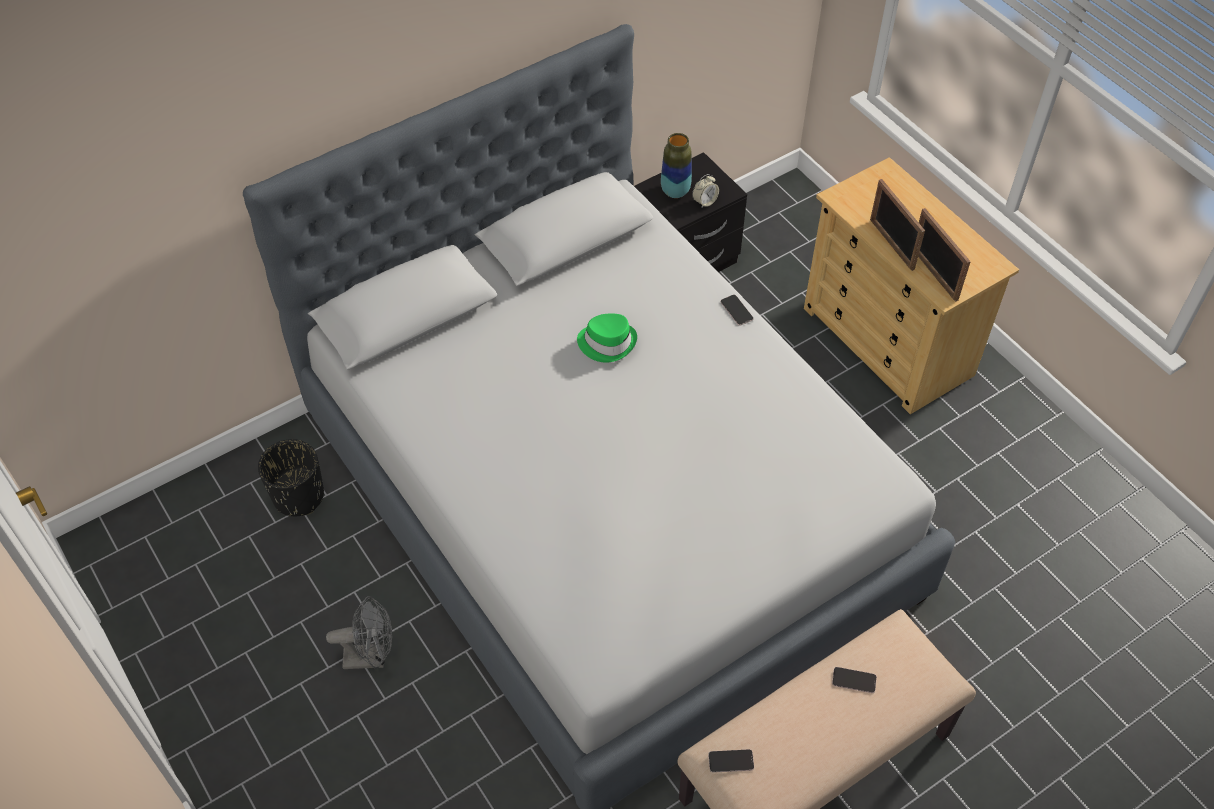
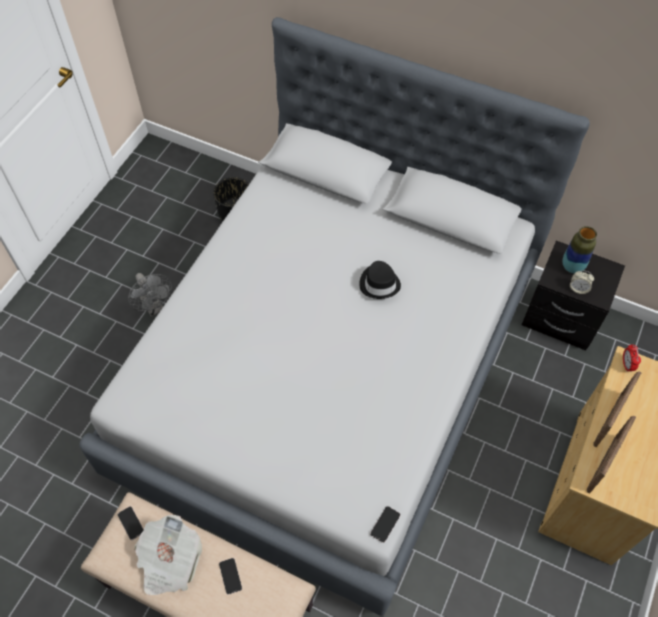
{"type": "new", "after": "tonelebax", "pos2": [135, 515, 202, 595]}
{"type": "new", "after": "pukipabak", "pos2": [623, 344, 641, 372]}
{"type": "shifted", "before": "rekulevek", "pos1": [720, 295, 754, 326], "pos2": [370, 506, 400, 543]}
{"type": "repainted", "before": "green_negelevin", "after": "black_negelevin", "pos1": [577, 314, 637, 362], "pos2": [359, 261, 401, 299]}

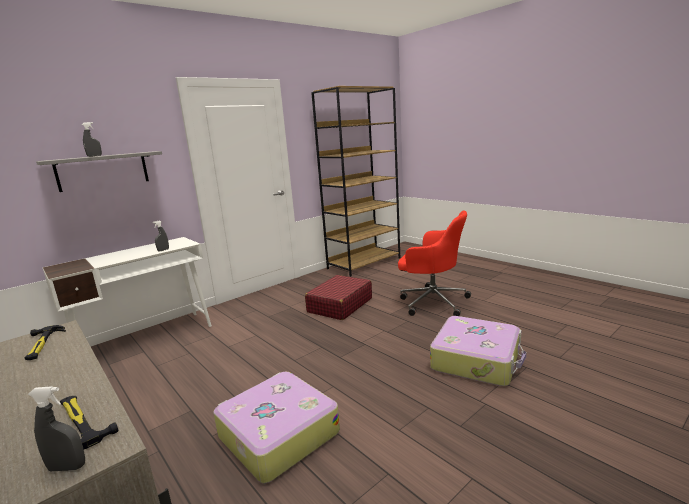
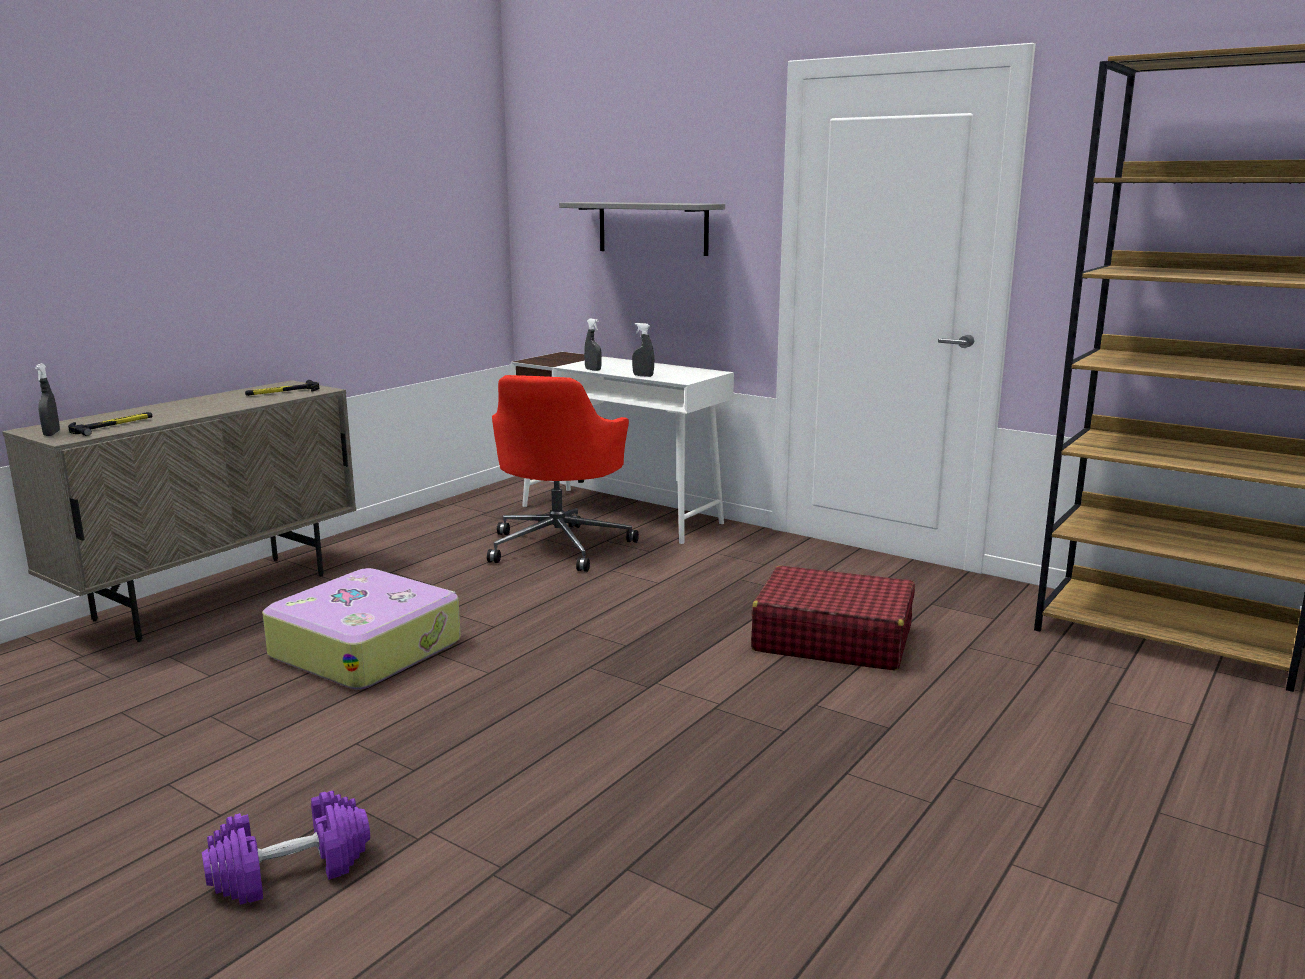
{"type": "gone", "before": "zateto", "pos1": [430, 316, 526, 386]}
{"type": "new", "after": "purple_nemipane", "pos2": [202, 791, 370, 905]}
{"type": "shifted", "before": "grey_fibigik", "pos1": [82, 122, 102, 157], "pos2": [584, 319, 602, 371]}
{"type": "shifted", "before": "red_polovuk", "pos1": [398, 211, 471, 316], "pos2": [487, 375, 639, 572]}

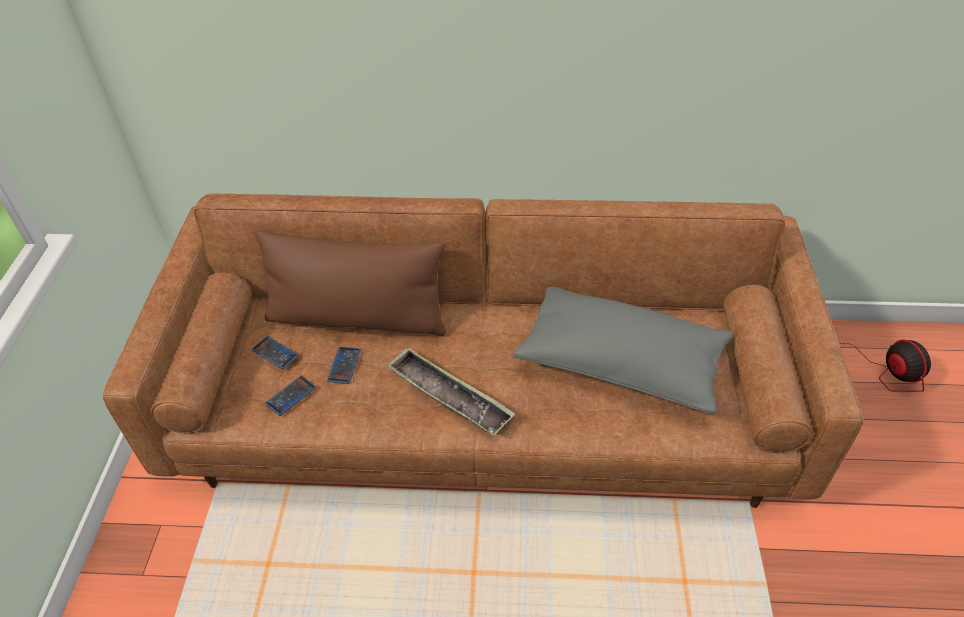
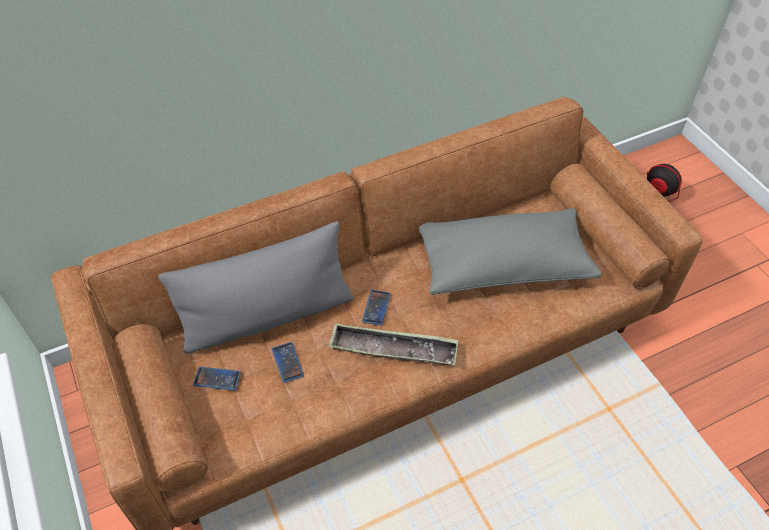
{"type": "shifted", "before": "rekulevek", "pos1": [265, 375, 316, 416], "pos2": [362, 290, 390, 325]}
{"type": "repainted", "before": "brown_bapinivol", "after": "grey_bapinivol", "pos1": [255, 230, 446, 336], "pos2": [159, 222, 354, 354]}

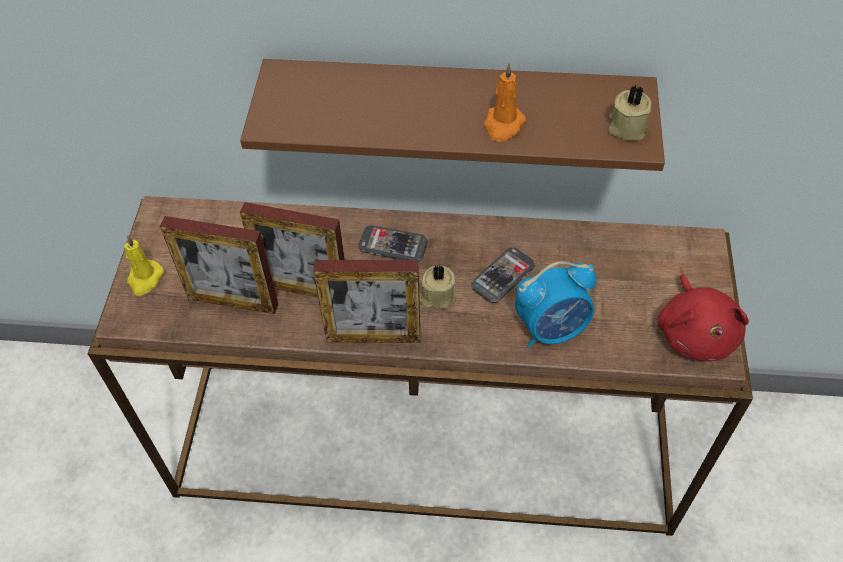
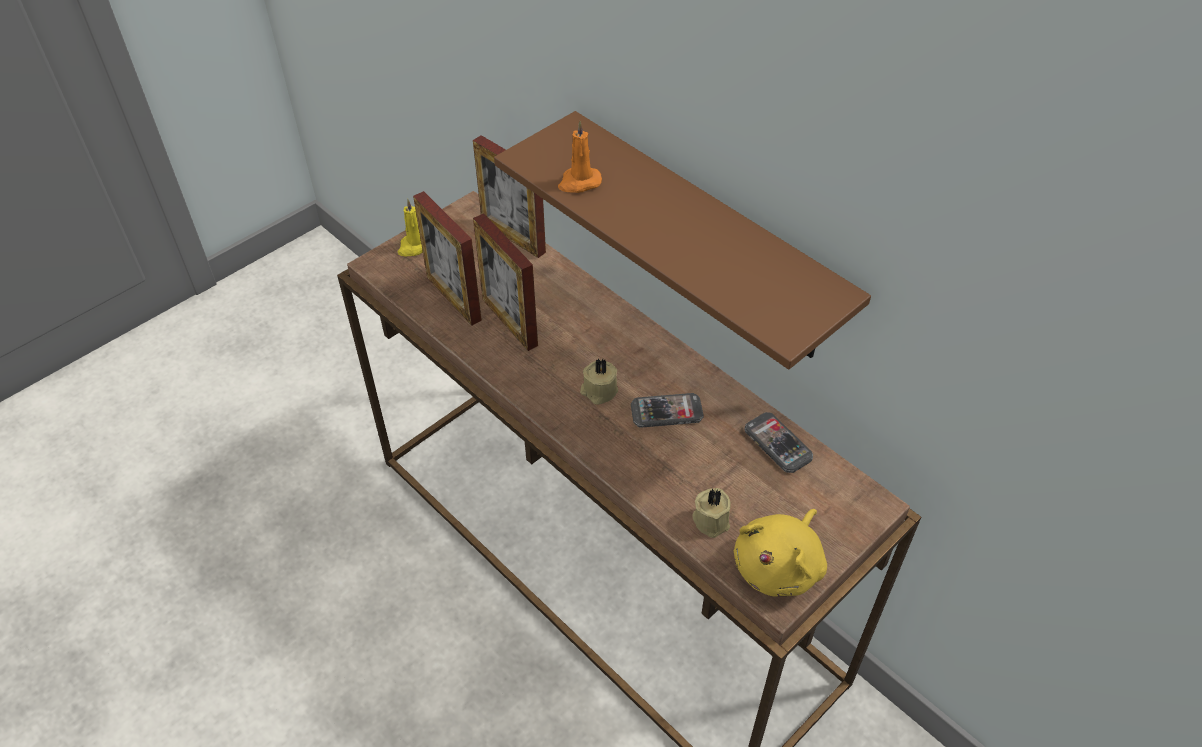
{"type": "gone", "before": "pukipabak", "pos1": [515, 261, 596, 348]}
{"type": "shifted", "before": "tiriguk", "pos1": [313, 260, 420, 343], "pos2": [473, 135, 546, 258]}
{"type": "shifted", "before": "rekulevek", "pos1": [358, 225, 428, 262], "pos2": [744, 412, 813, 473]}
{"type": "shifted", "before": "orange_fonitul", "pos1": [484, 63, 526, 142], "pos2": [558, 121, 602, 193]}
{"type": "shifted", "before": "beige_fonitul", "pos1": [608, 85, 652, 141], "pos2": [693, 488, 731, 538]}
{"type": "repainted", "before": "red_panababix", "after": "yellow_panababix", "pos1": [658, 274, 749, 362], "pos2": [734, 509, 827, 596]}

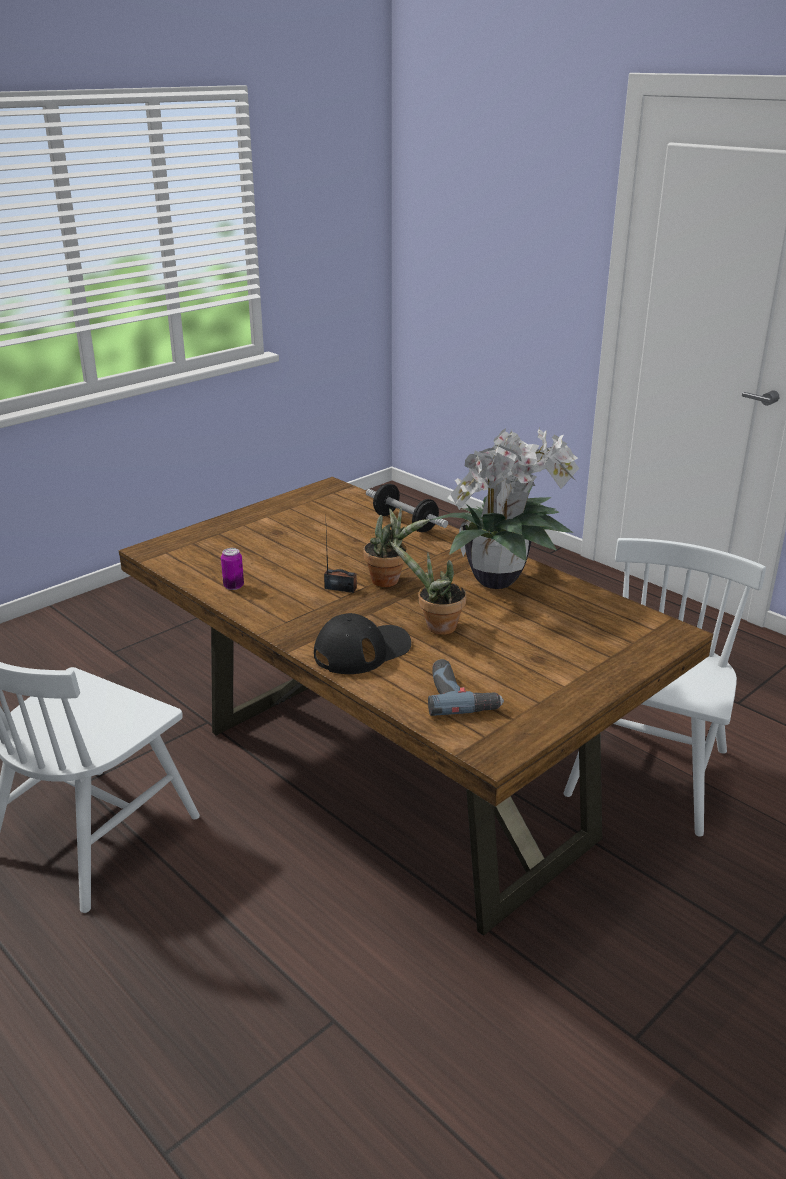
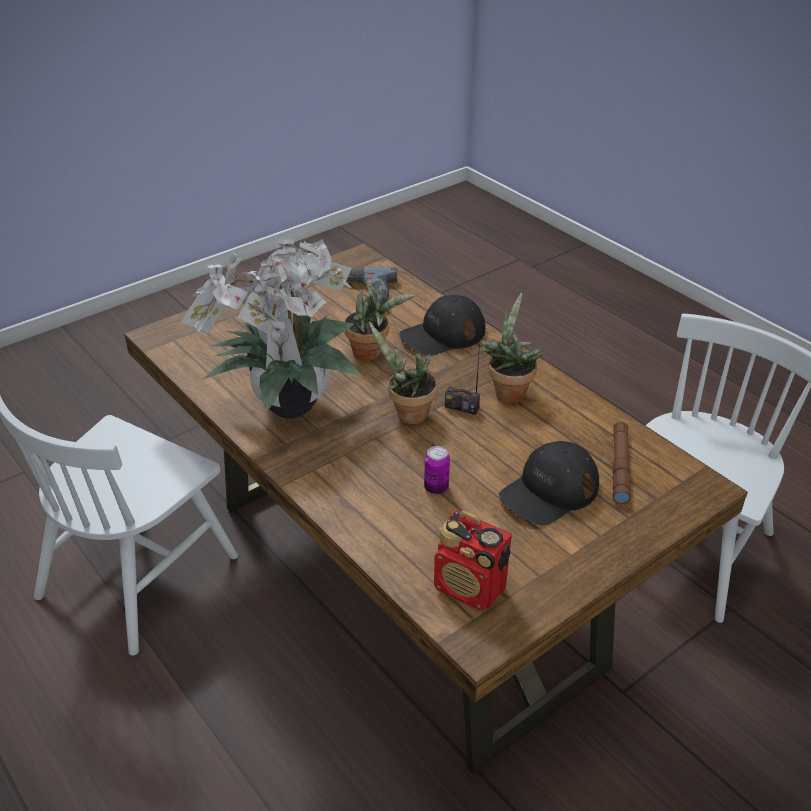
{"type": "gone", "before": "nemipane", "pos1": [366, 484, 448, 532]}
{"type": "new", "after": "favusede", "pos2": [434, 510, 512, 610]}
{"type": "new", "after": "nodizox", "pos2": [480, 293, 542, 404]}
{"type": "new", "after": "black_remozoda", "pos2": [499, 441, 599, 525]}
{"type": "new", "after": "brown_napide", "pos2": [613, 422, 631, 504]}
{"type": "shifted", "before": "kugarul", "pos1": [221, 548, 244, 590], "pos2": [424, 446, 450, 494]}

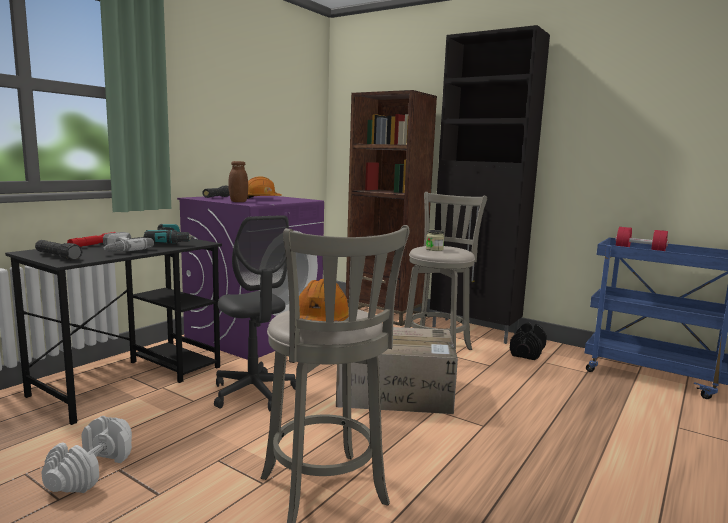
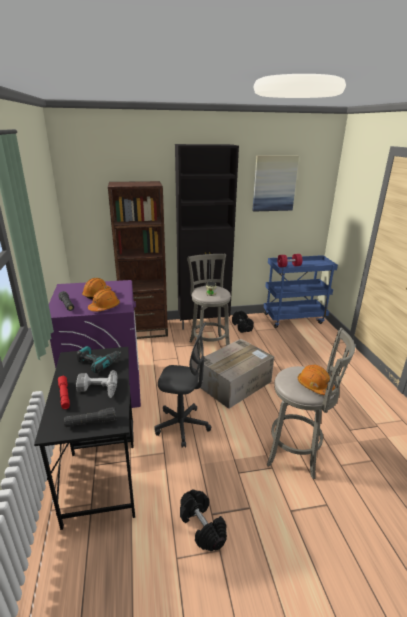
{"type": "new", "after": "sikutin", "pos2": [252, 156, 299, 212]}
{"type": "swapped", "before": "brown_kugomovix", "after": "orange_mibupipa", "pos1": [228, 161, 248, 202], "pos2": [88, 289, 120, 312]}
{"type": "repainted", "before": "white_nemipane", "after": "black_nemipane", "pos1": [41, 416, 132, 493], "pos2": [180, 489, 227, 552]}

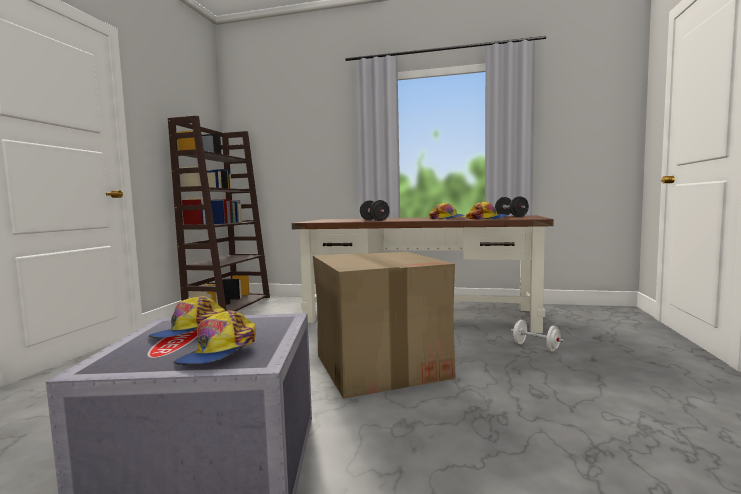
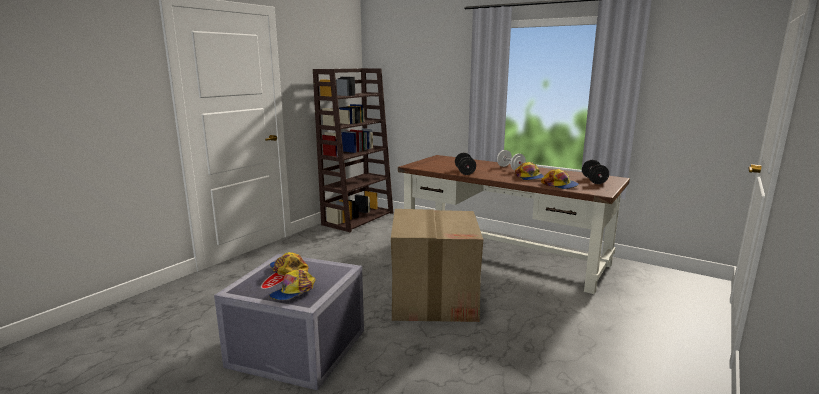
{"type": "shifted", "before": "white_nemipane", "pos1": [511, 320, 564, 352], "pos2": [497, 150, 526, 170]}
{"type": "rotated", "before": "remozoda", "pos1": [149, 296, 225, 338], "pos2": [270, 252, 309, 275], "turn": 90}

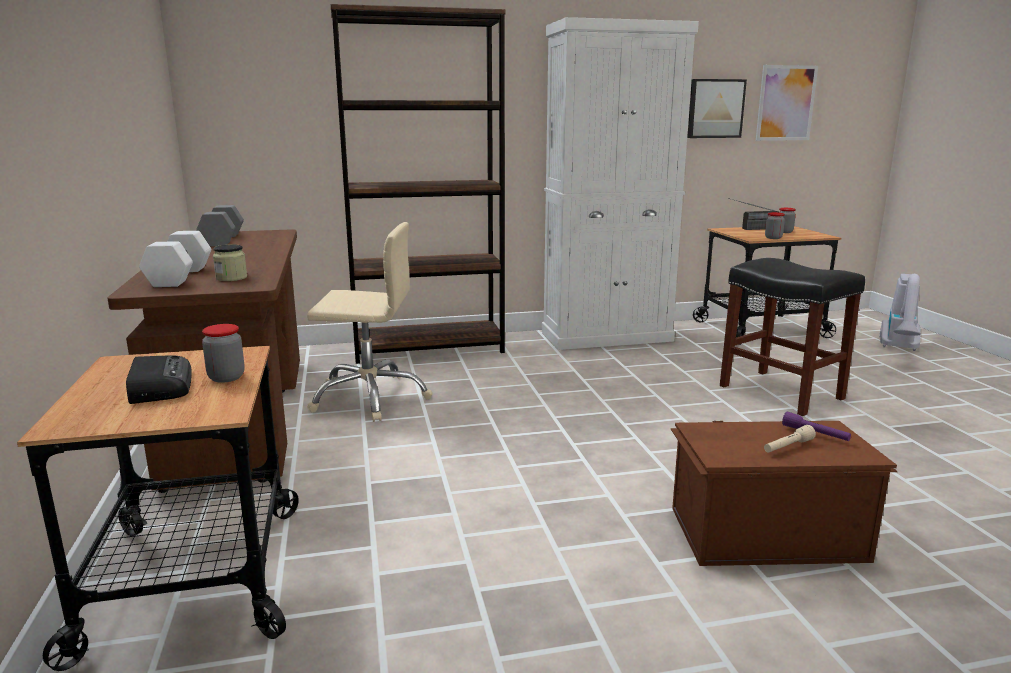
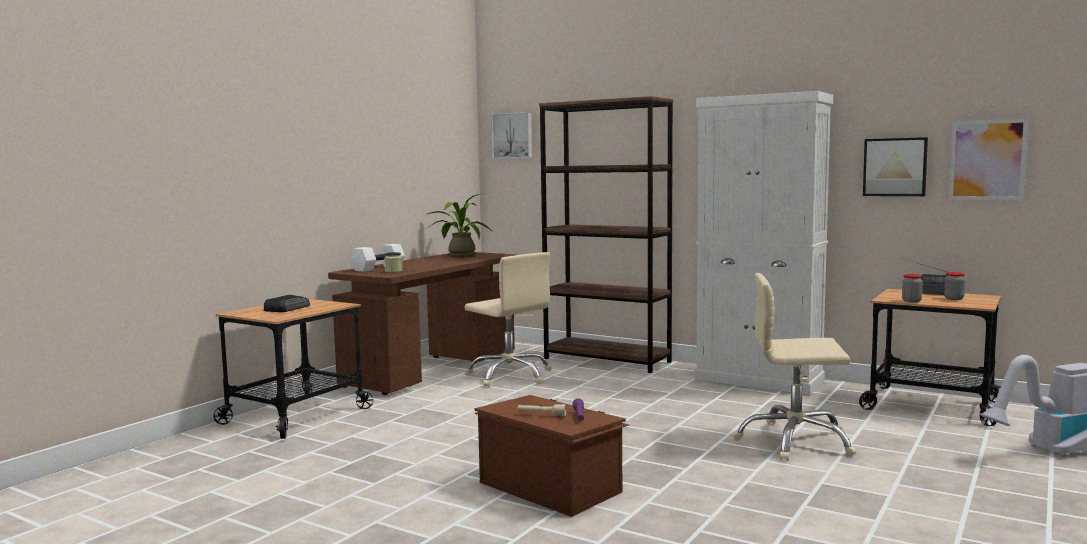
{"type": "gone", "before": "kugomovix", "pos1": [202, 324, 245, 383]}
{"type": "new", "after": "sikutin", "pos2": [491, 112, 532, 159]}
{"type": "swapped", "before": "grey_nemipane", "after": "nodizox", "pos1": [196, 205, 244, 247], "pos2": [425, 194, 492, 258]}
{"type": "swapped", "before": "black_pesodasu", "after": "beige_polovuk", "pos1": [720, 258, 865, 416], "pos2": [733, 273, 857, 461]}

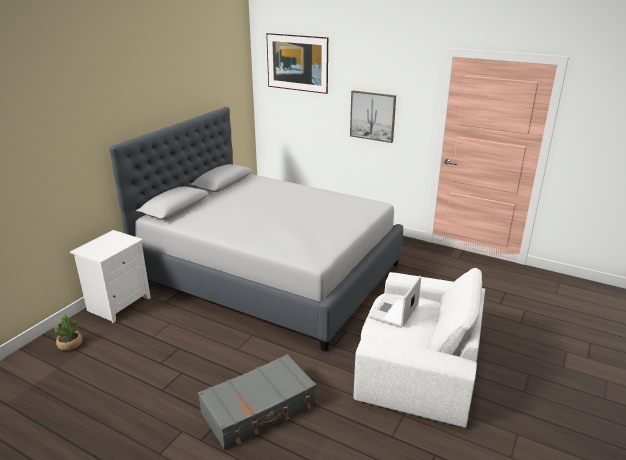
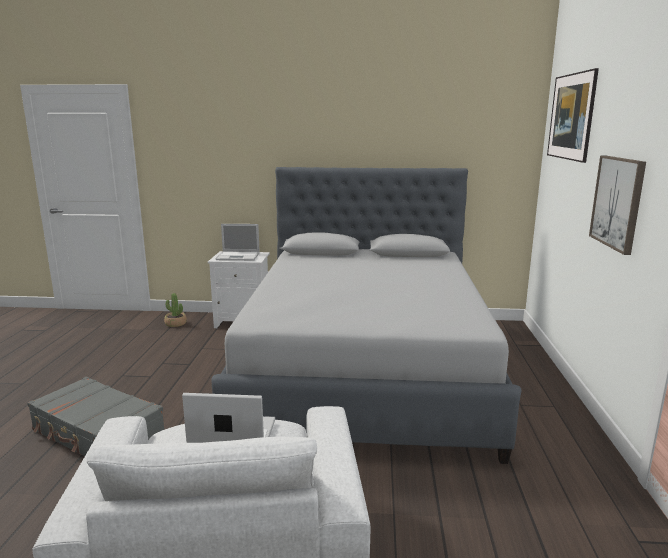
{"type": "new", "after": "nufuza", "pos2": [216, 224, 260, 261]}

